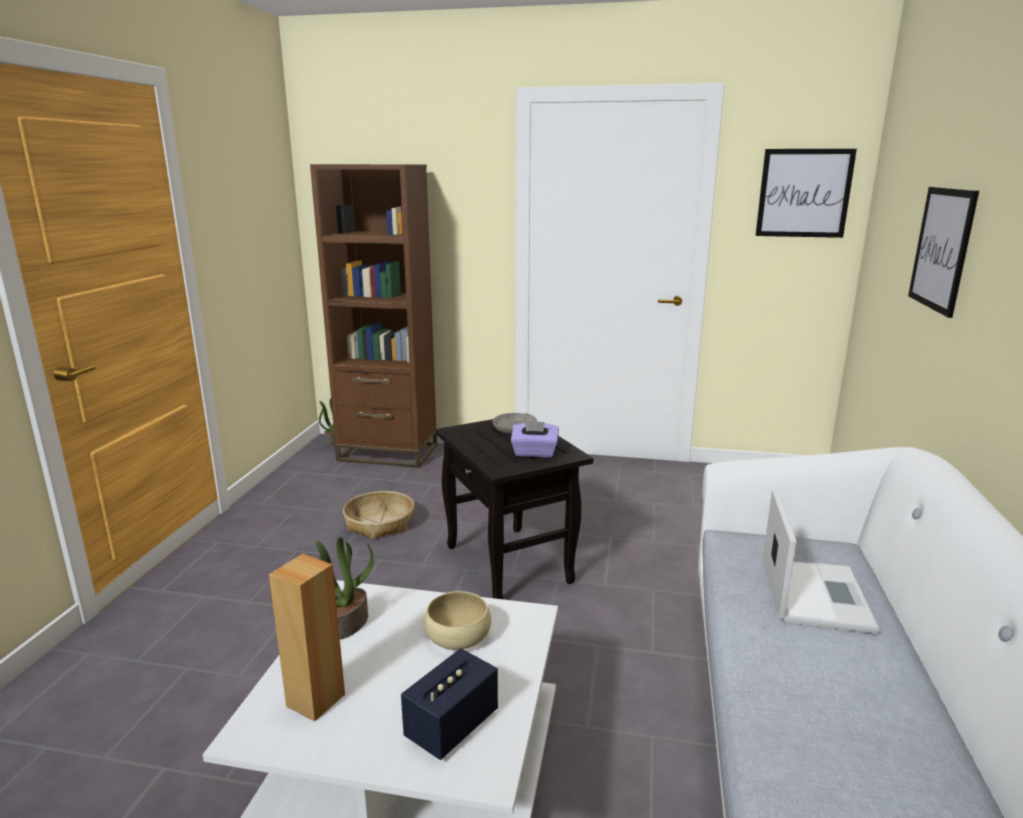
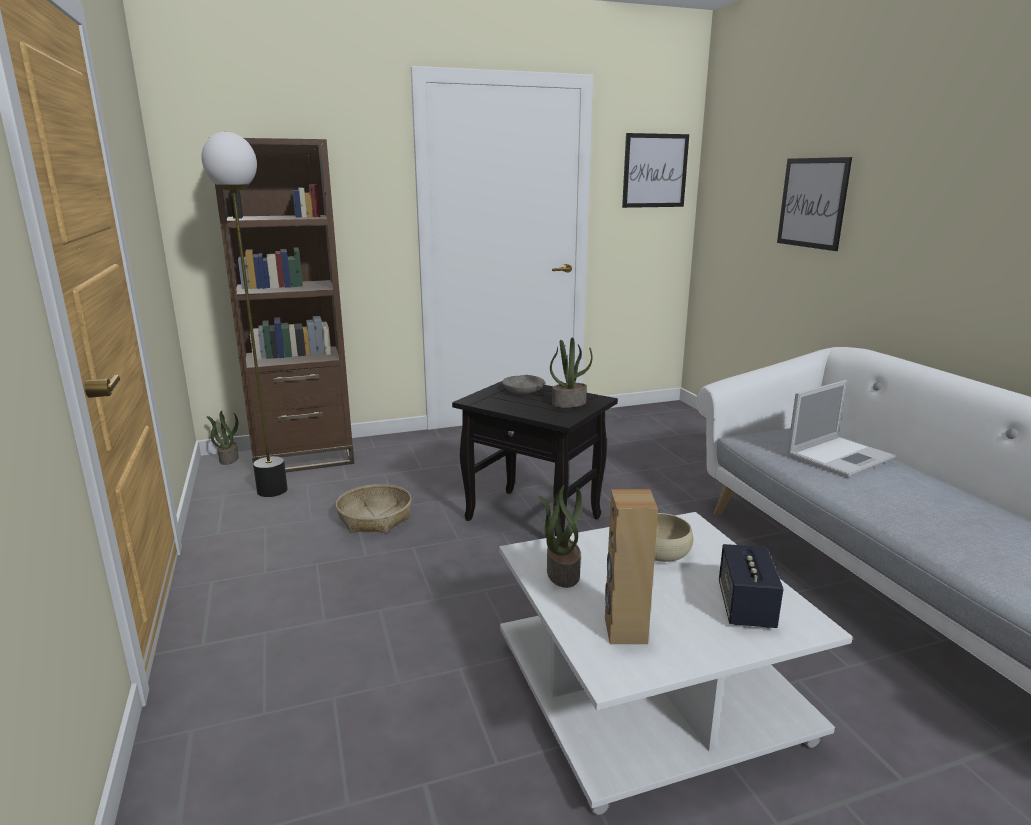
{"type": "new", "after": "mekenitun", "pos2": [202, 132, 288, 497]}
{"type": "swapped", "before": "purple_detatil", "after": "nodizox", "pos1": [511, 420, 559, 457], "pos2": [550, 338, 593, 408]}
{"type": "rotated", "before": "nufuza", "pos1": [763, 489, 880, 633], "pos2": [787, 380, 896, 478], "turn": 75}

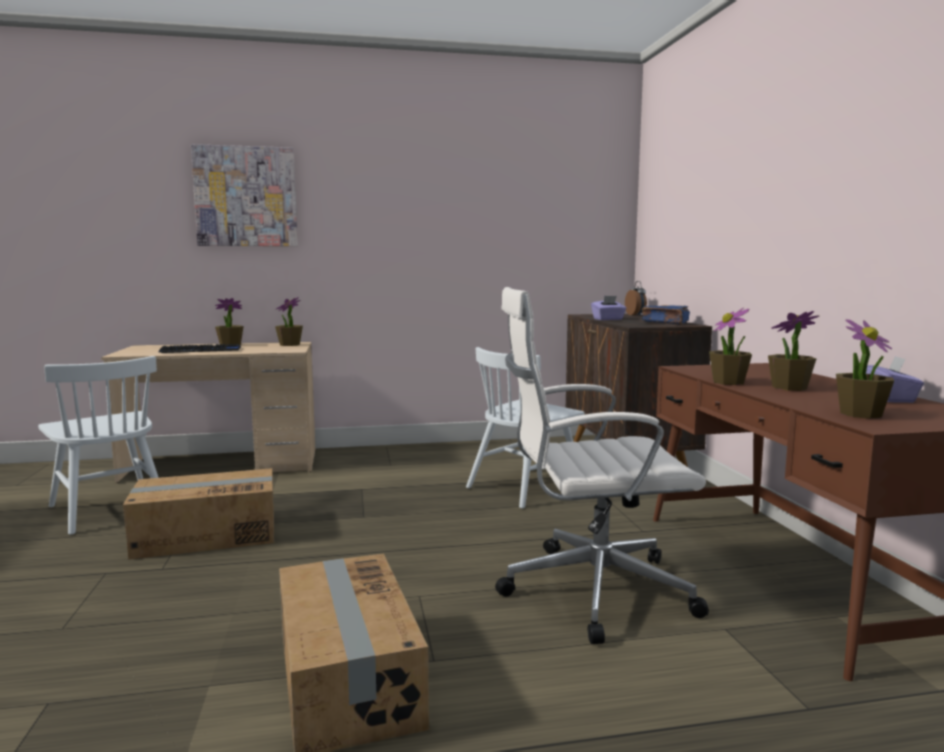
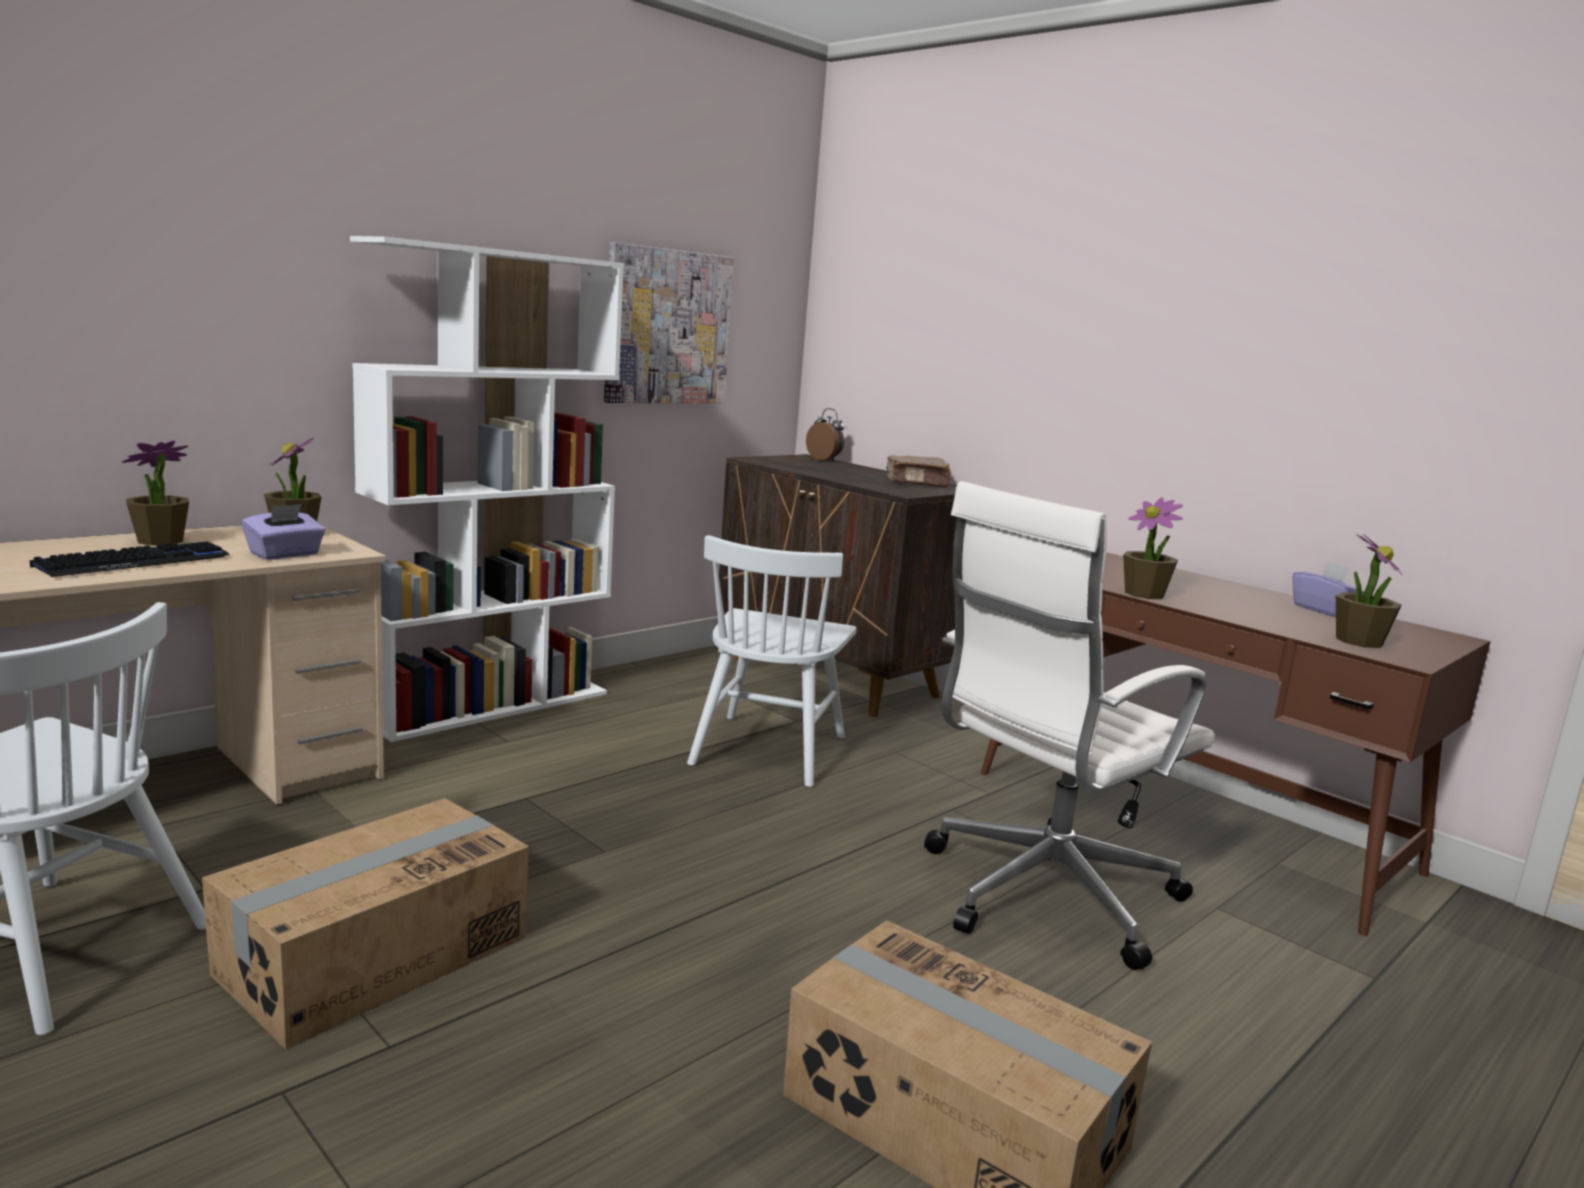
{"type": "gone", "before": "nodizox", "pos1": [768, 311, 819, 391]}
{"type": "new", "after": "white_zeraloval", "pos2": [350, 236, 624, 742]}
{"type": "shifted", "before": "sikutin", "pos1": [191, 144, 298, 246], "pos2": [604, 242, 734, 403]}
{"type": "shifted", "before": "purple_detatil", "pos1": [591, 296, 627, 320], "pos2": [242, 504, 325, 560]}
{"type": "repainted", "before": "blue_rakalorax", "after": "brown_rakalorax", "pos1": [642, 305, 690, 325], "pos2": [886, 455, 951, 488]}

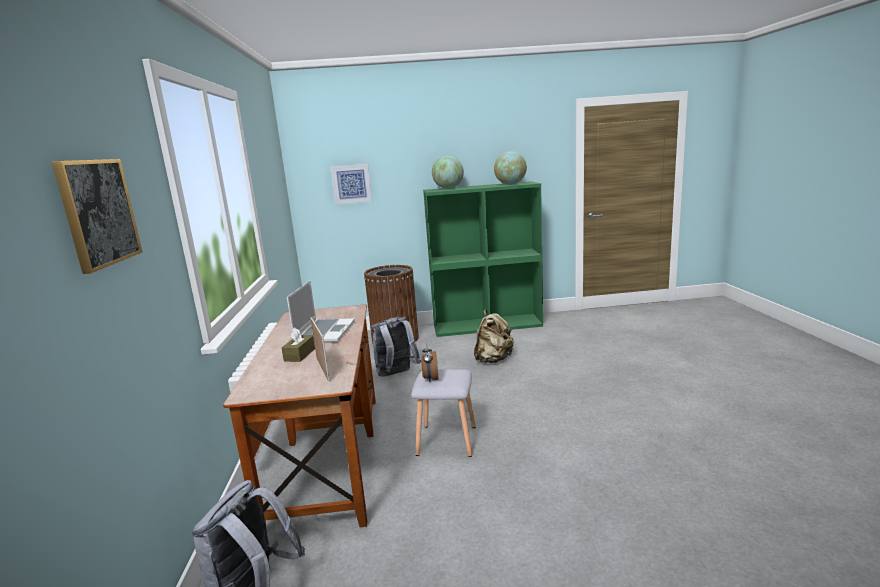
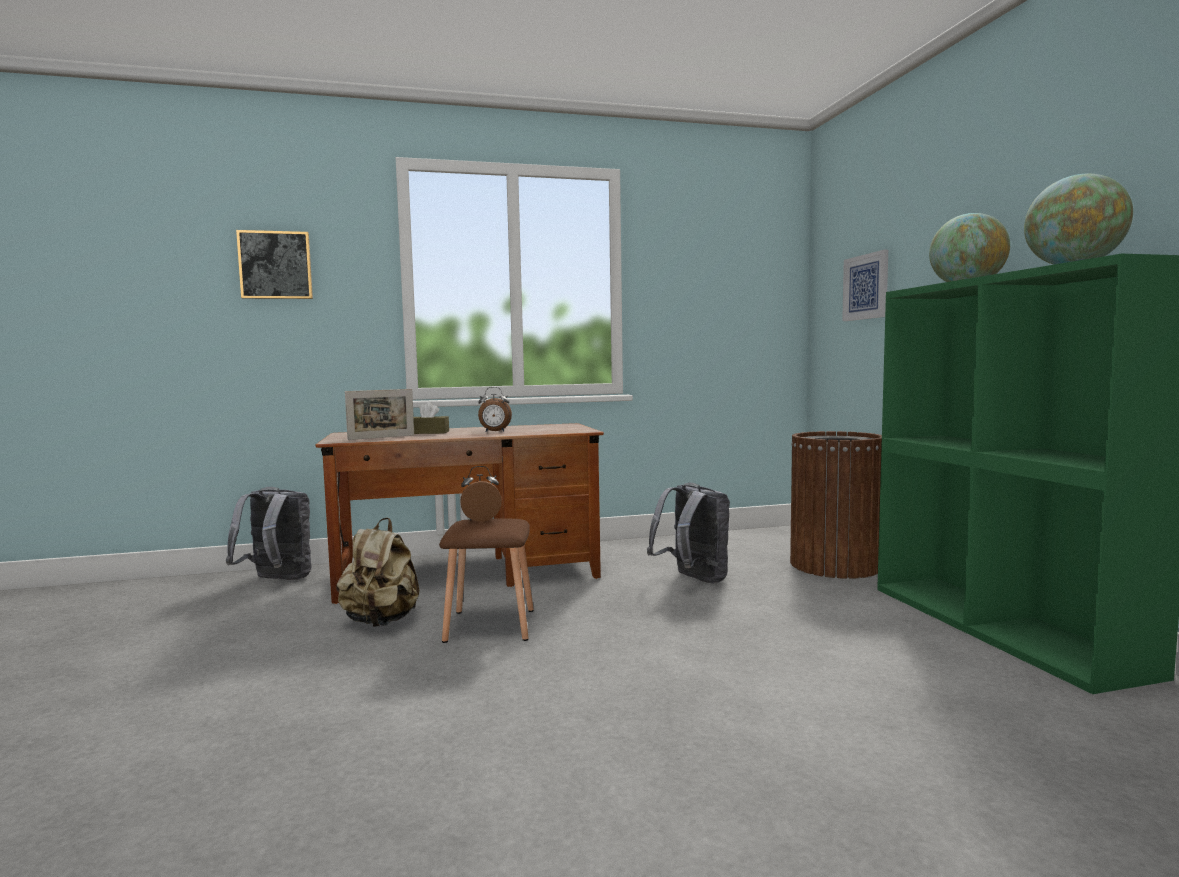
{"type": "shifted", "before": "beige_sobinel", "pos1": [474, 309, 514, 363], "pos2": [336, 517, 419, 627]}
{"type": "swapped", "before": "nufuza", "after": "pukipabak", "pos1": [287, 281, 355, 343], "pos2": [478, 387, 512, 432]}
{"type": "repainted", "before": "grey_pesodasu", "after": "brown_pesodasu", "pos1": [411, 369, 476, 457], "pos2": [439, 518, 534, 643]}

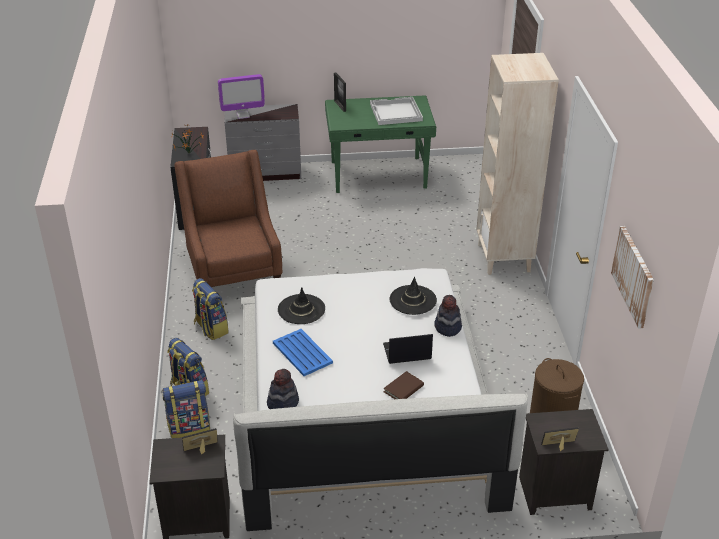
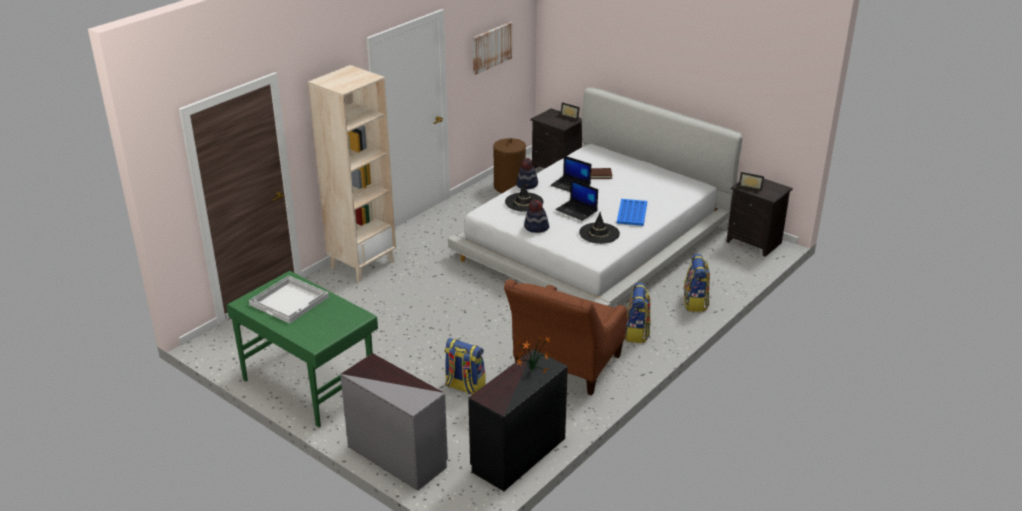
{"type": "gone", "before": "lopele", "pos1": [218, 74, 265, 119]}
{"type": "gone", "before": "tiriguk", "pos1": [334, 73, 346, 112]}
{"type": "new", "after": "nufuza", "pos2": [555, 179, 598, 221]}
{"type": "shifted", "before": "sobinel", "pos1": [163, 379, 210, 438], "pos2": [445, 338, 486, 395]}
{"type": "shifted", "before": "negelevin", "pos1": [267, 369, 299, 409], "pos2": [524, 200, 549, 233]}

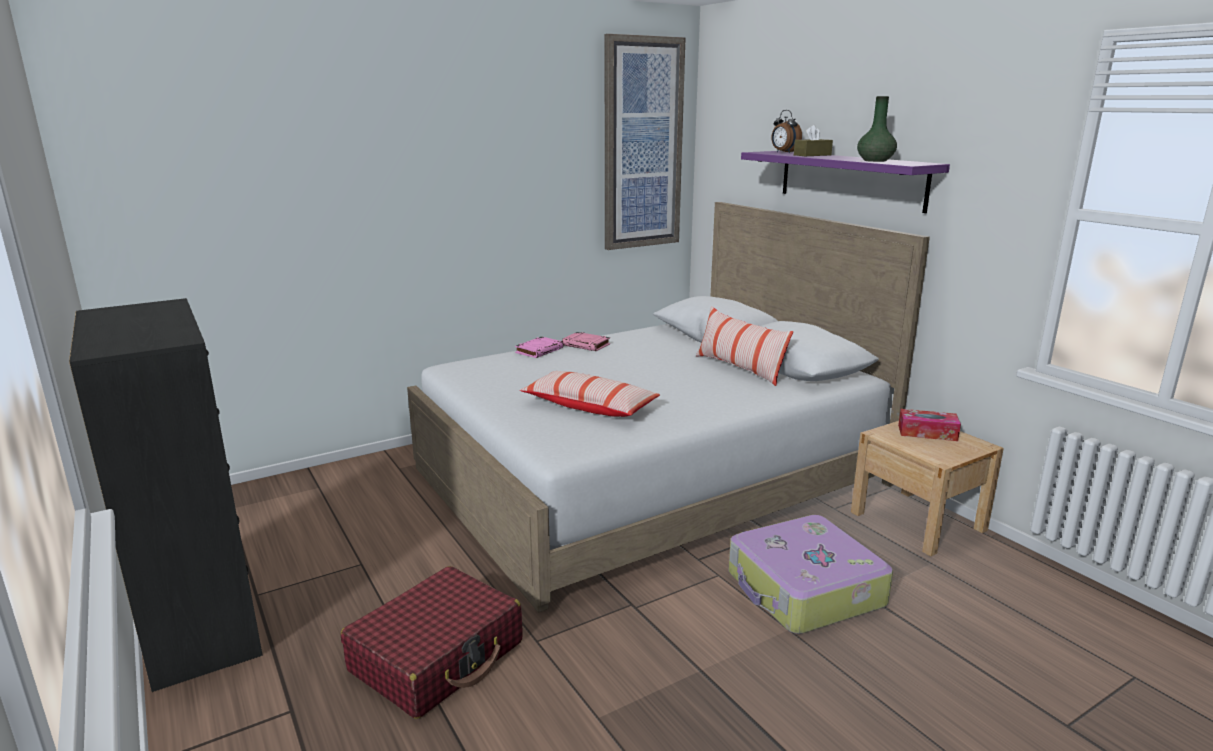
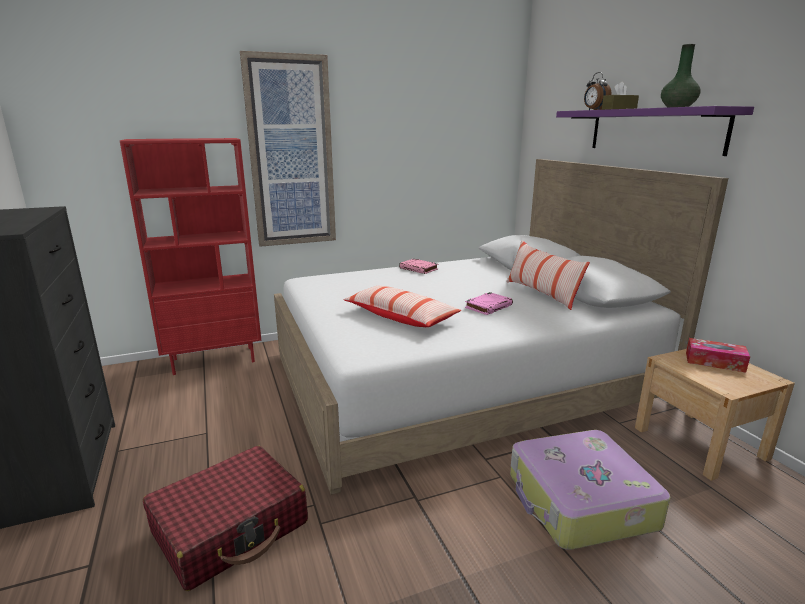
{"type": "new", "after": "red_zeraloval", "pos2": [120, 138, 261, 375]}
{"type": "shifted", "before": "pink_rakalorax", "pos1": [515, 337, 564, 358], "pos2": [465, 292, 513, 315]}
{"type": "shifted", "before": "sikutin", "pos1": [605, 34, 686, 250], "pos2": [240, 51, 336, 247]}

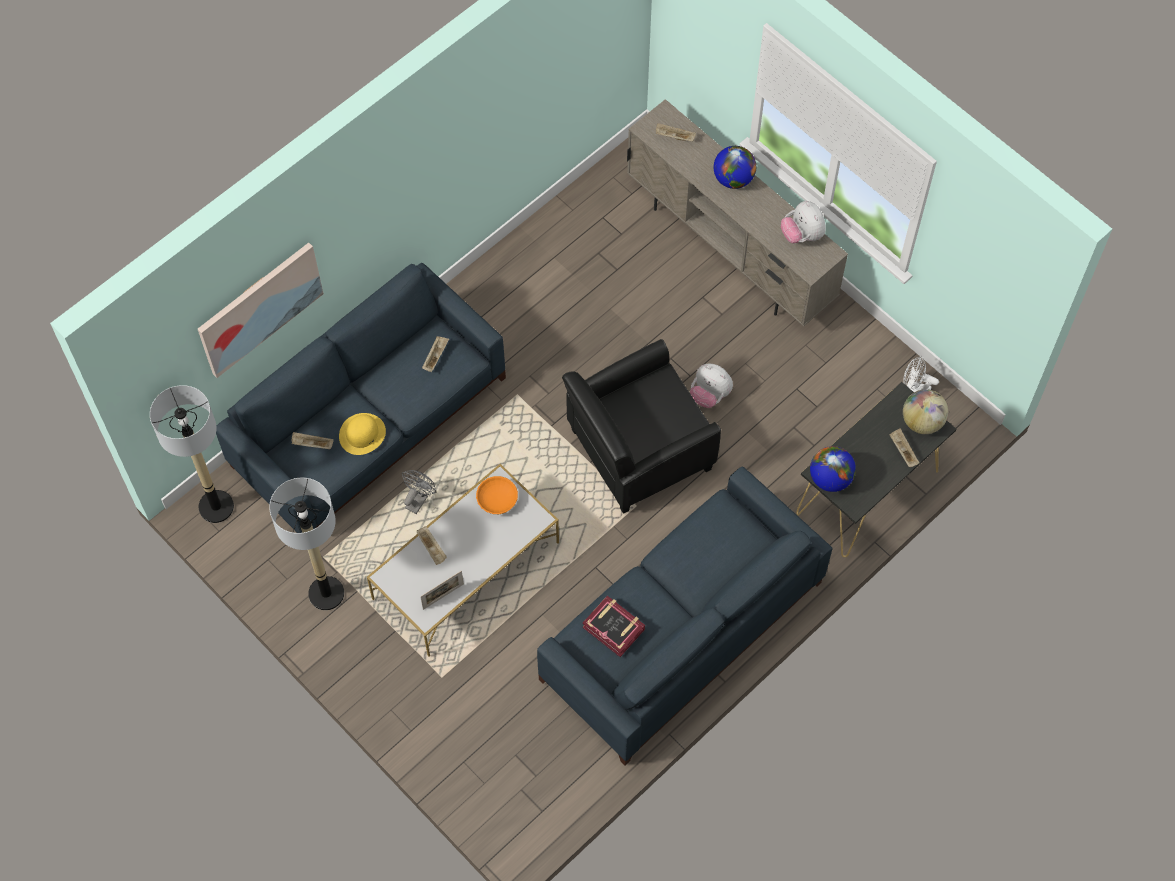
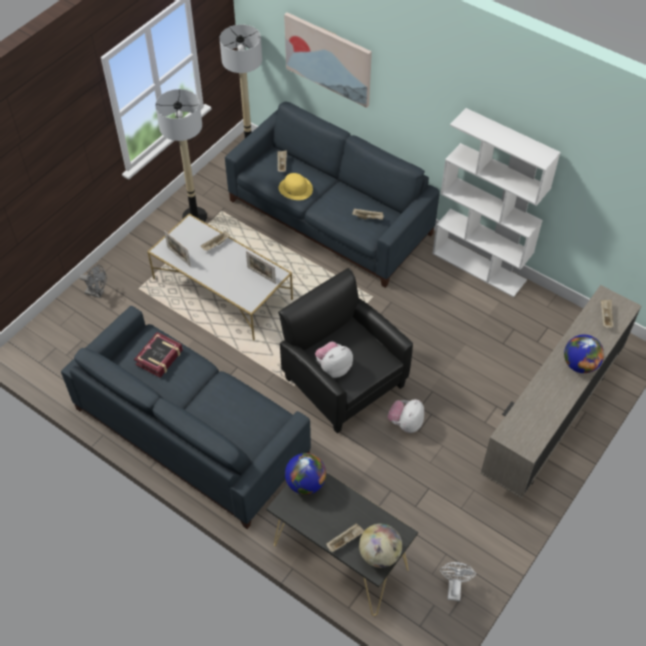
{"type": "new", "after": "white_zeraloval", "pos2": [432, 108, 561, 297]}
{"type": "shifted", "before": "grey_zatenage", "pos1": [402, 470, 436, 514], "pos2": [79, 265, 107, 298]}
{"type": "shifted", "before": "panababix", "pos1": [781, 201, 826, 244], "pos2": [315, 342, 353, 378]}
{"type": "swapped", "before": "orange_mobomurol", "after": "tiriguk", "pos1": [476, 476, 518, 514], "pos2": [246, 251, 276, 284]}

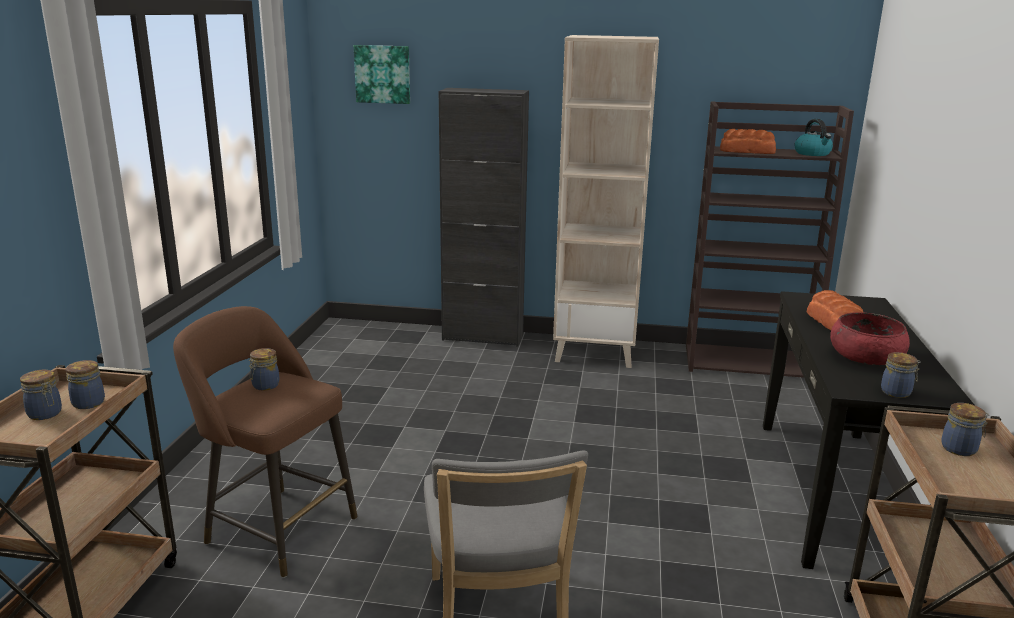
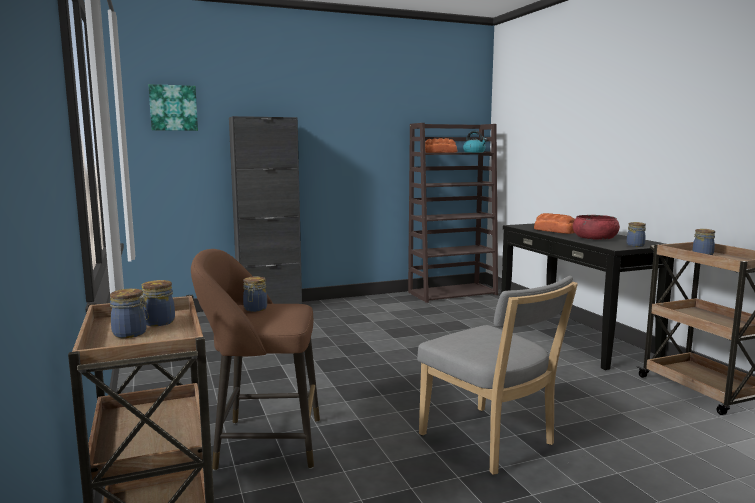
{"type": "gone", "before": "beige_zeraloval", "pos1": [553, 35, 659, 368]}

